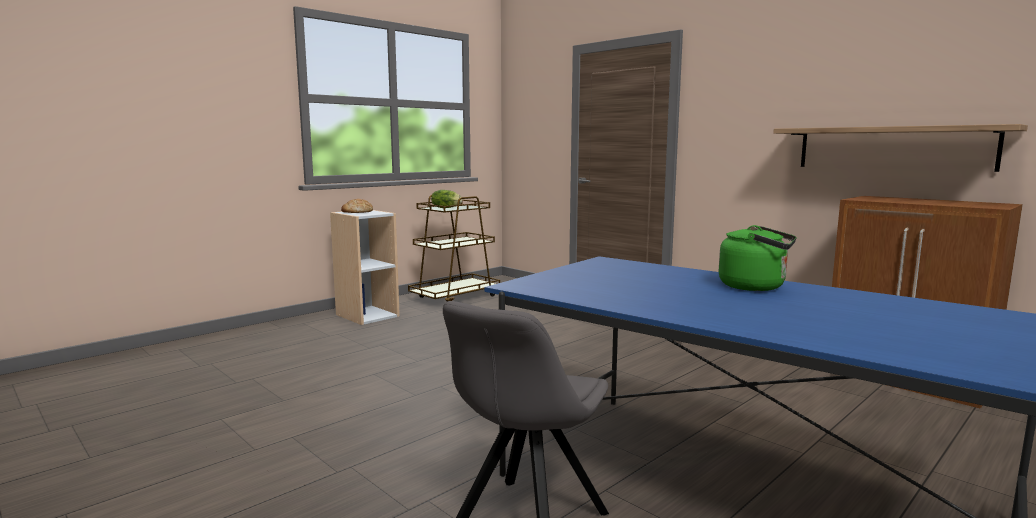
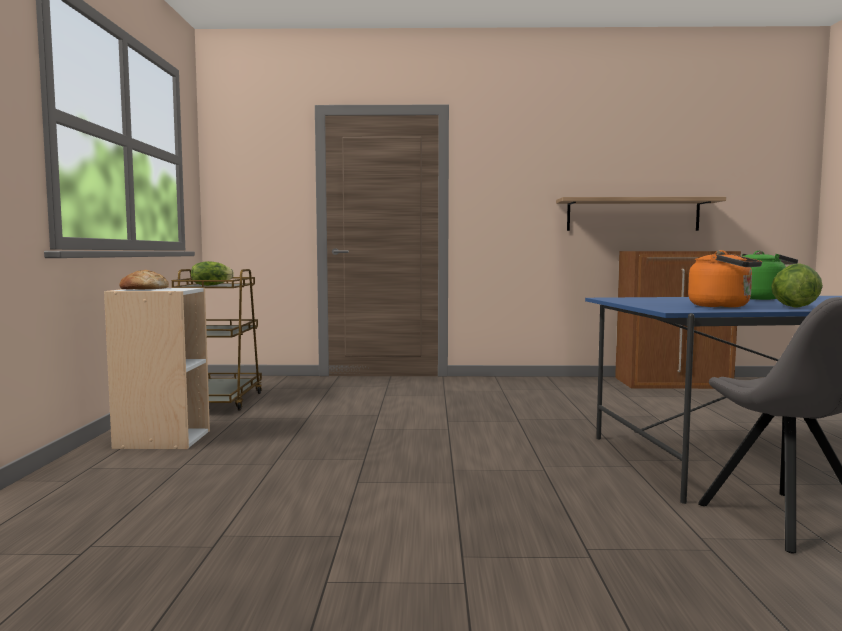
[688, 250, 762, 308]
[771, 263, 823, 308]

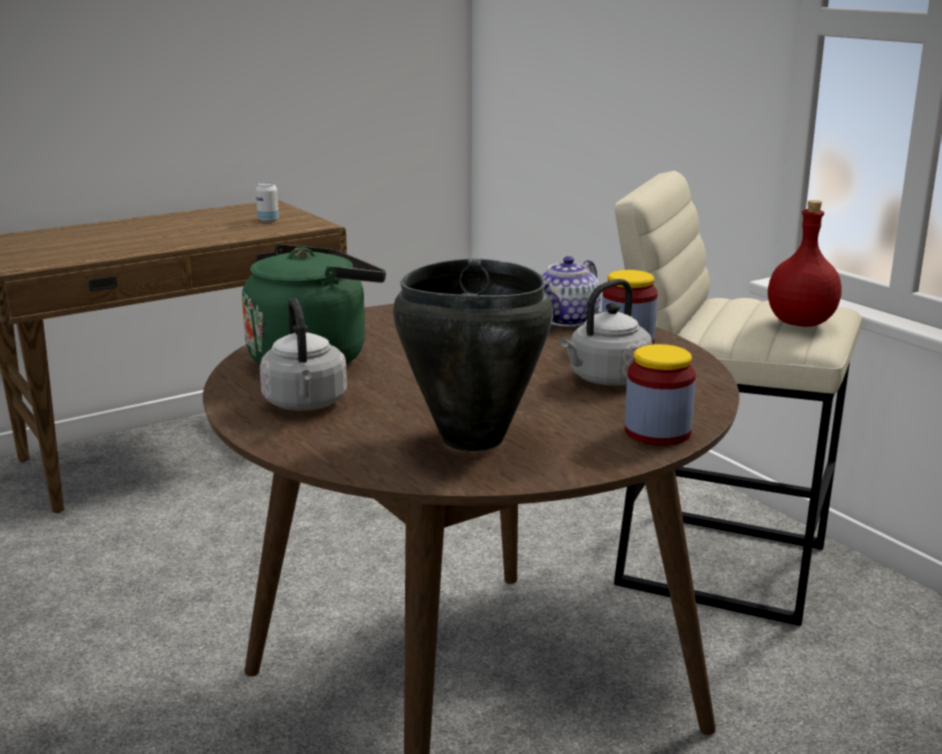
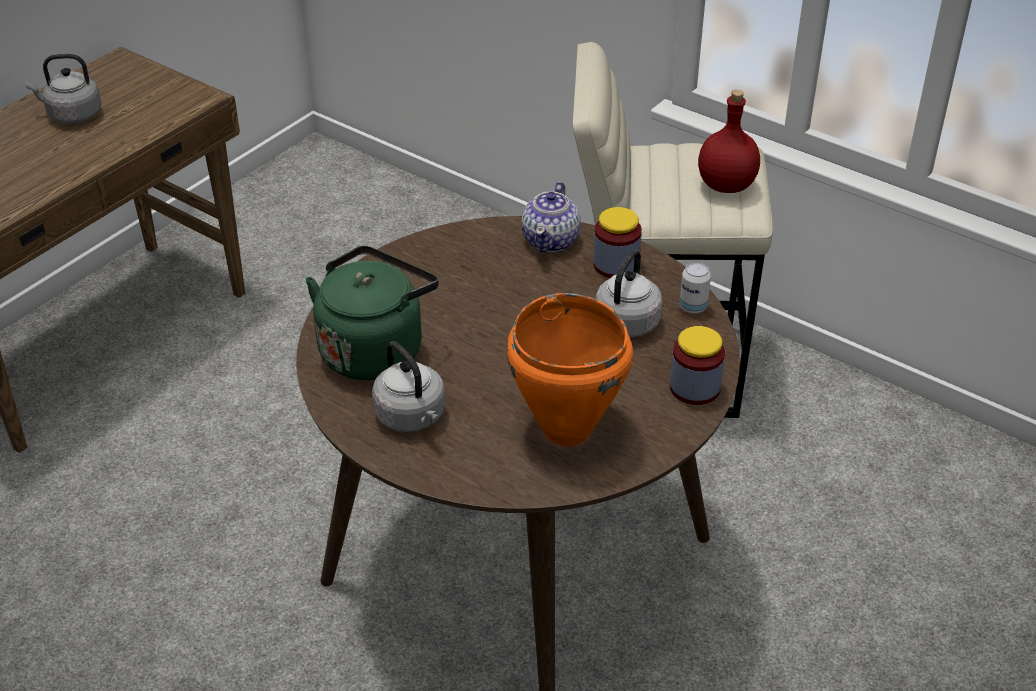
[679, 262, 711, 314]
[507, 293, 633, 446]
[25, 54, 101, 124]

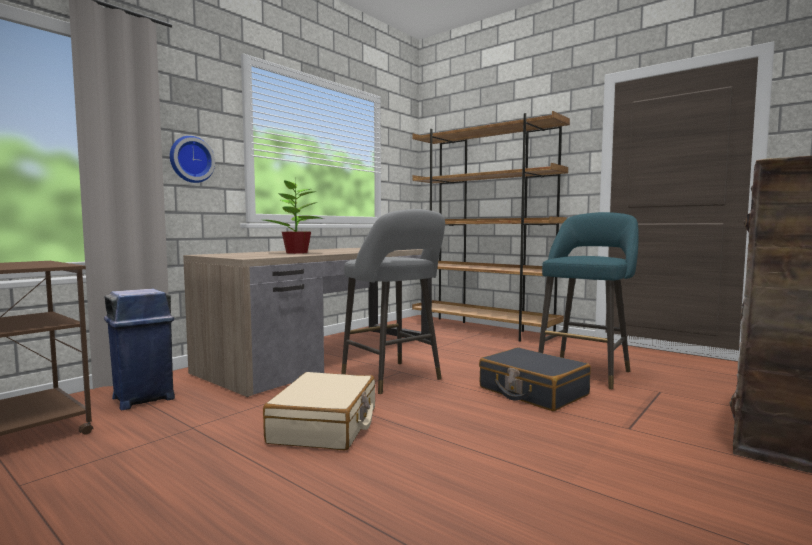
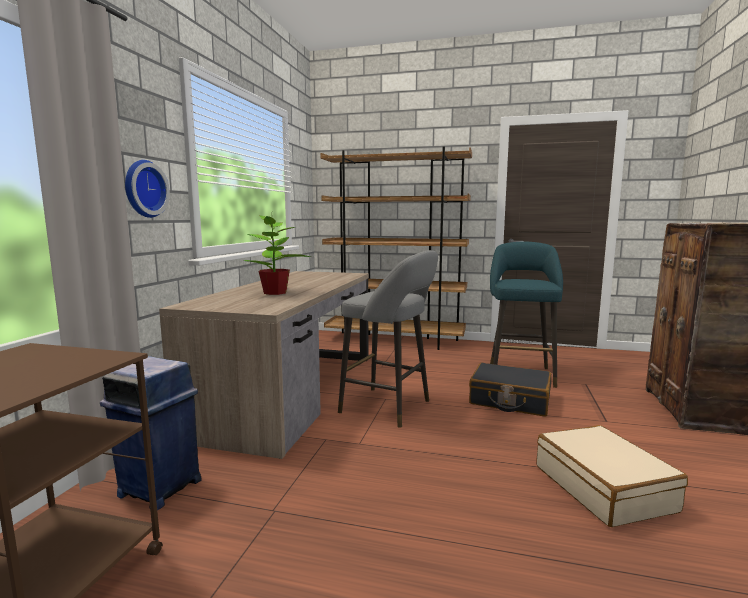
[537, 425, 688, 527]

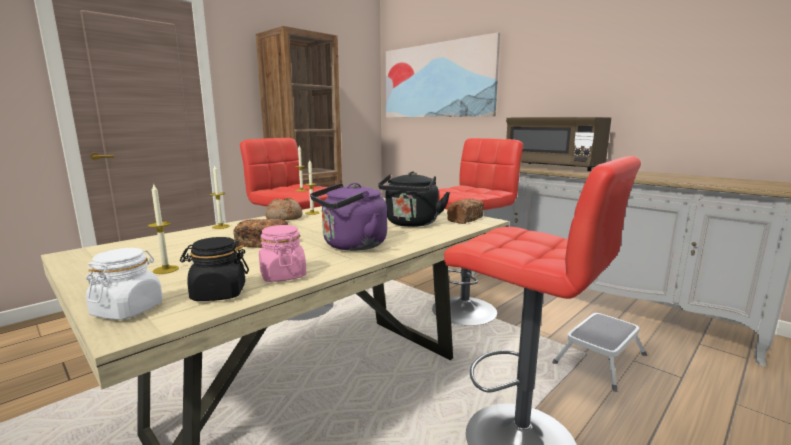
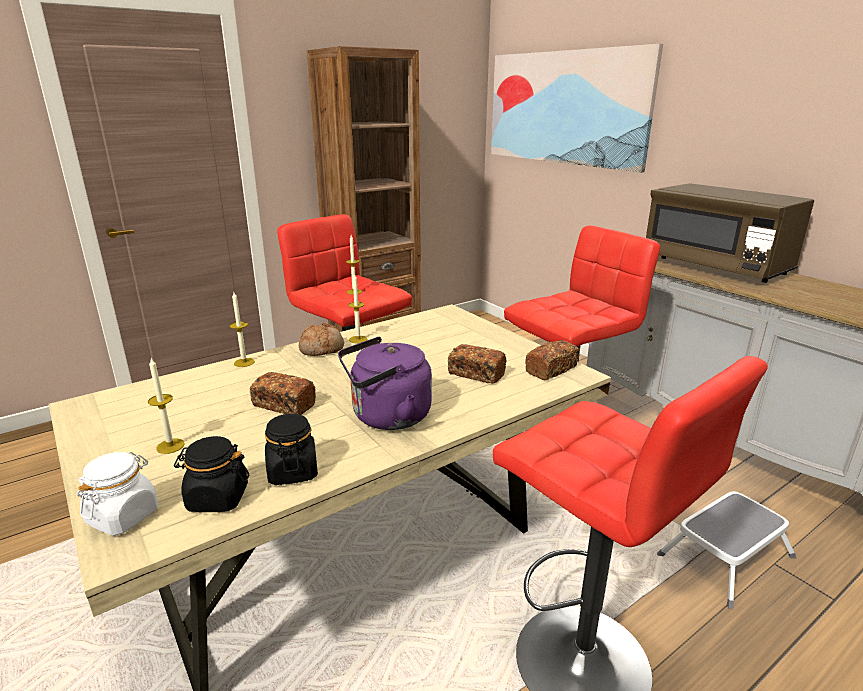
[448, 344, 506, 384]
[265, 413, 318, 485]

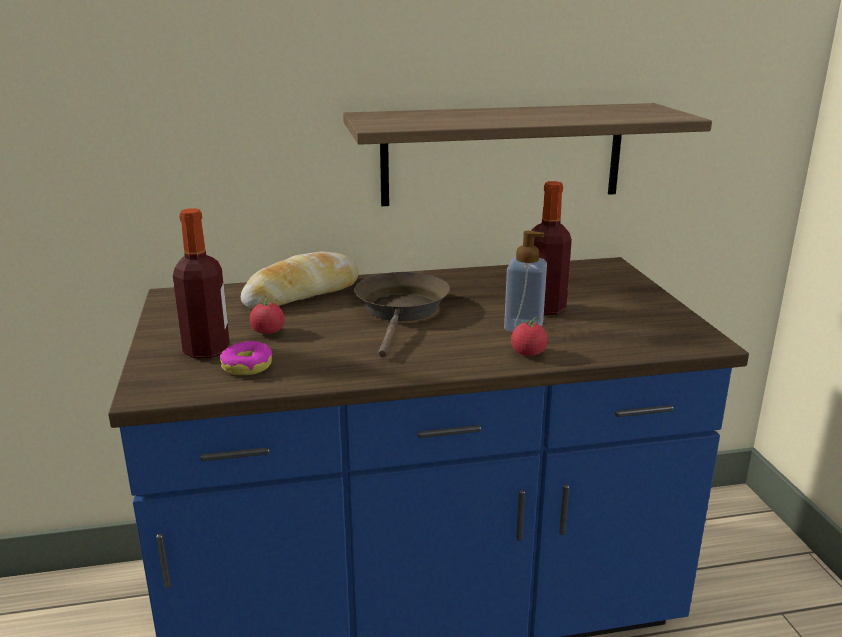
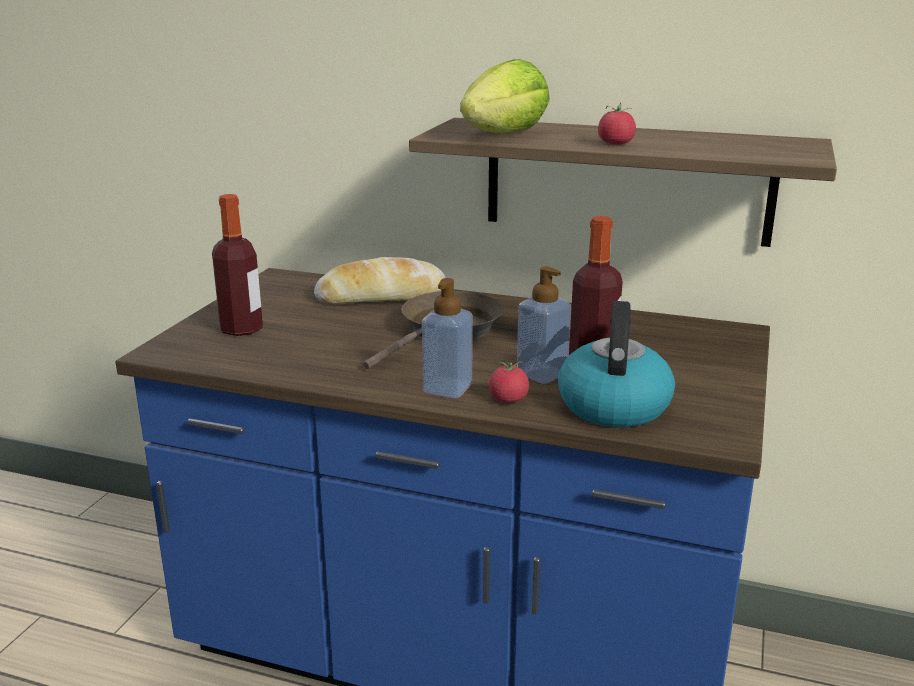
[598, 102, 636, 145]
[220, 341, 272, 375] (first image)
[460, 59, 550, 133]
[422, 278, 473, 398]
[558, 301, 675, 427]

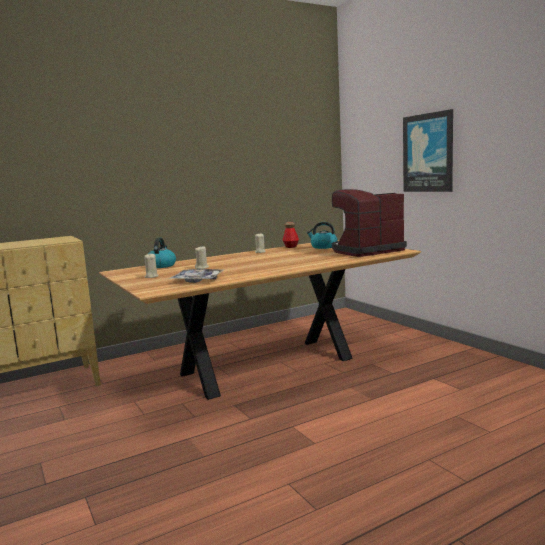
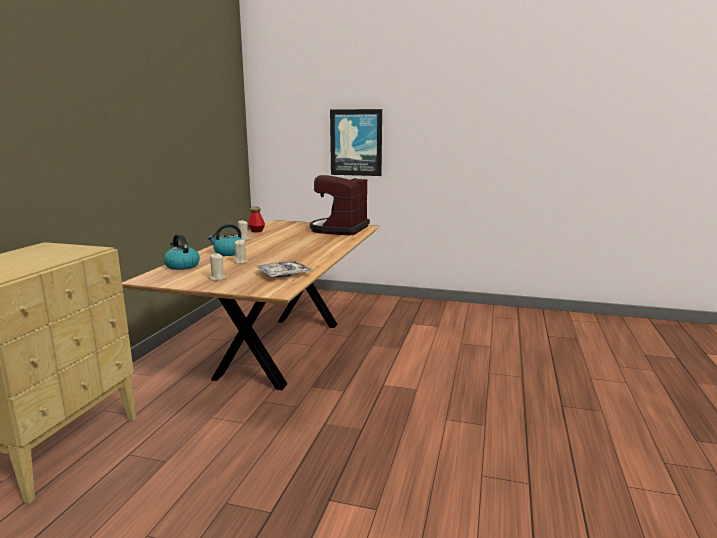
[208, 224, 242, 256]

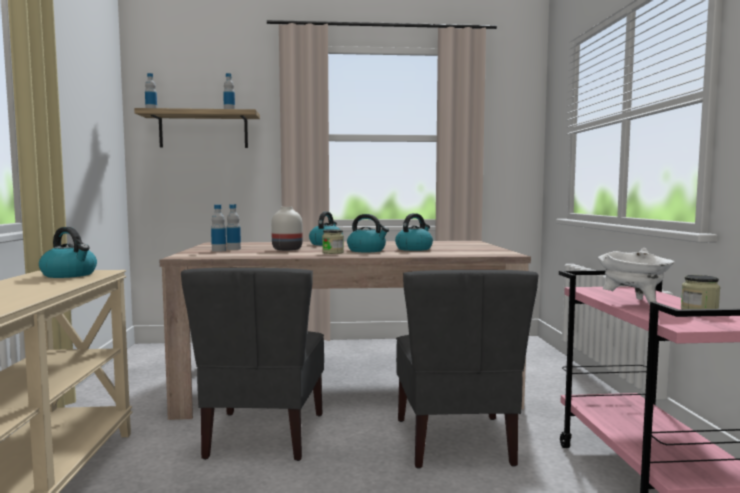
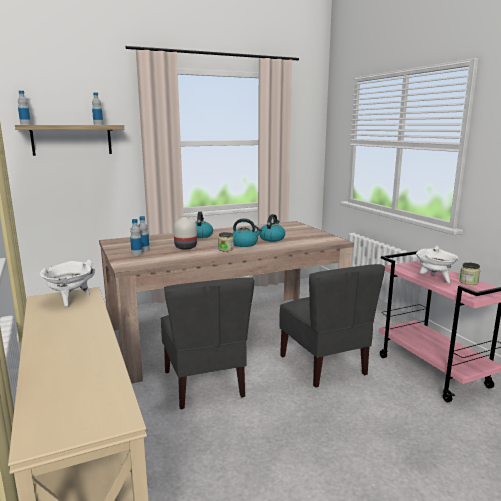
[40, 260, 95, 307]

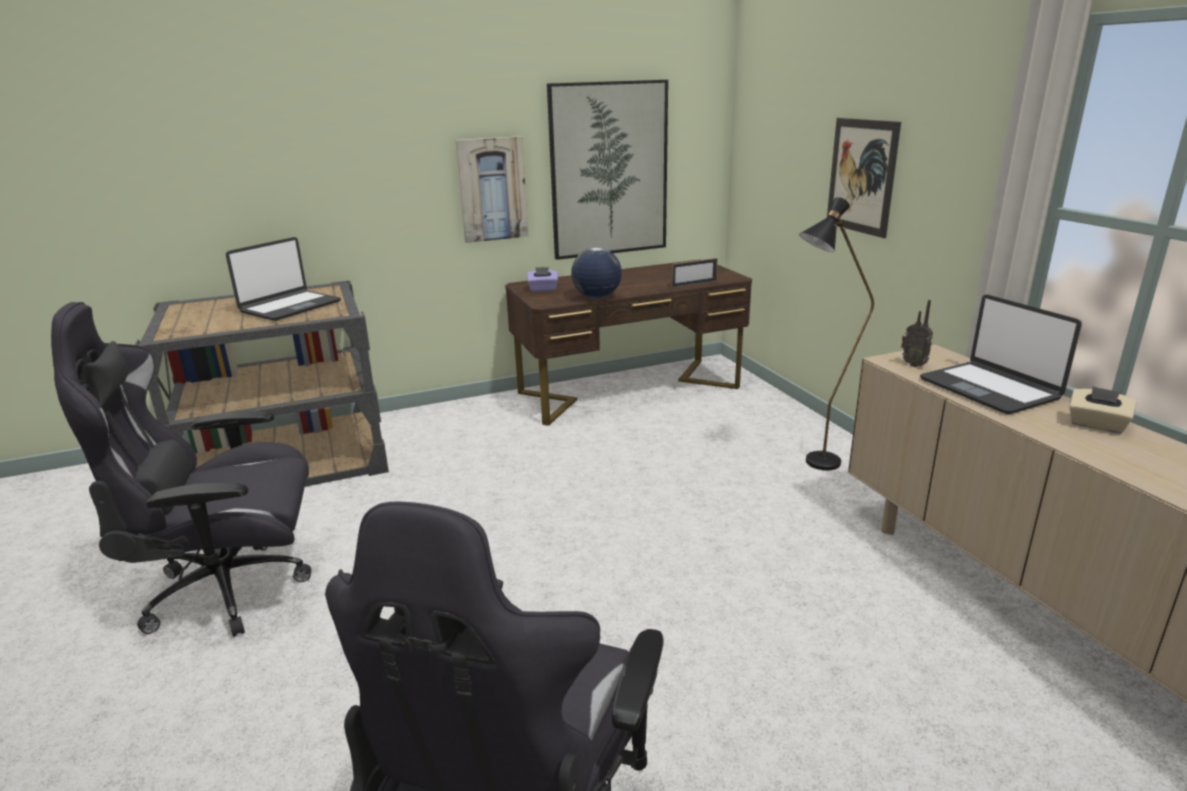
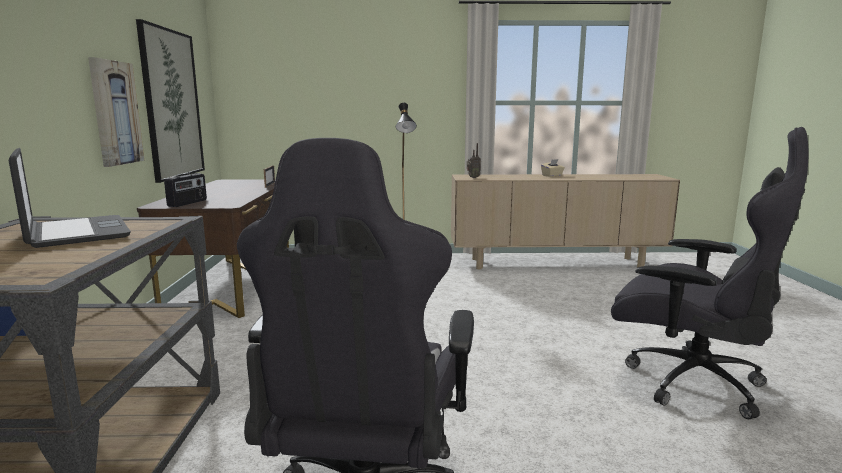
[827, 118, 901, 238] (first image)
[571, 247, 622, 298] (first image)
[164, 173, 207, 207]
[920, 294, 1082, 414] (first image)

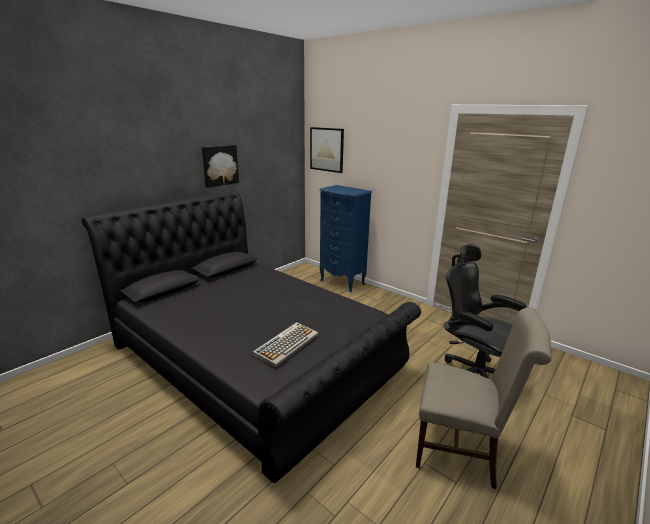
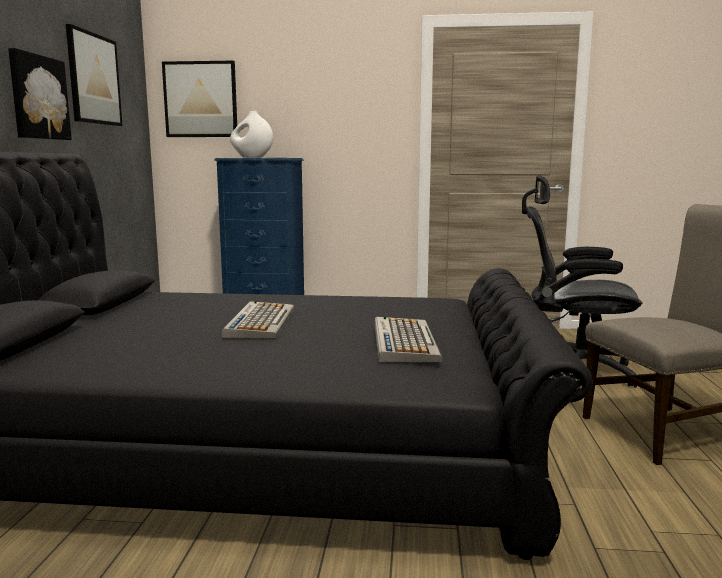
[66, 24, 123, 126]
[230, 111, 273, 158]
[221, 301, 294, 339]

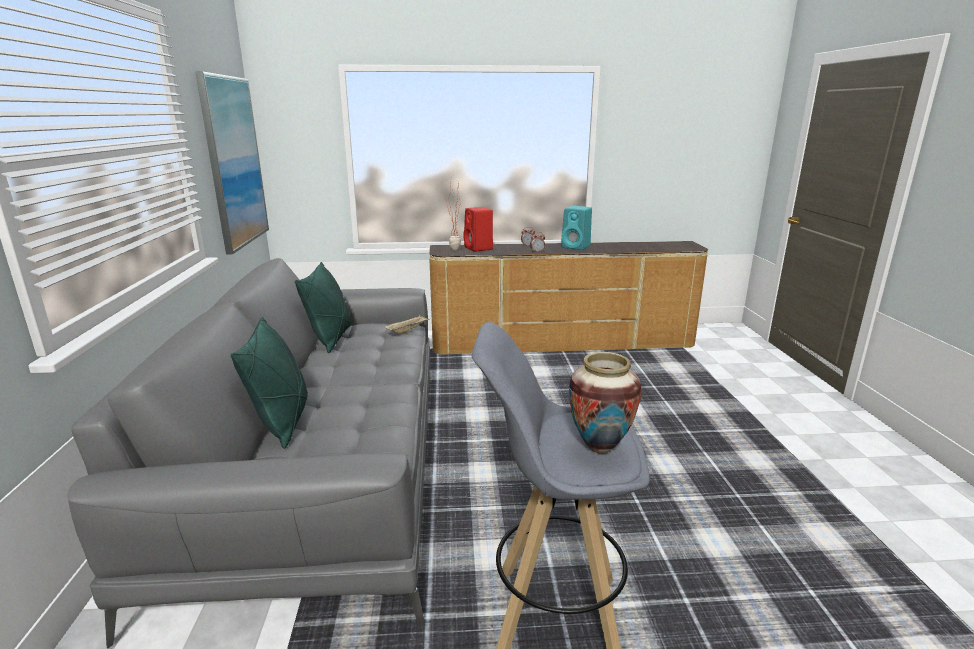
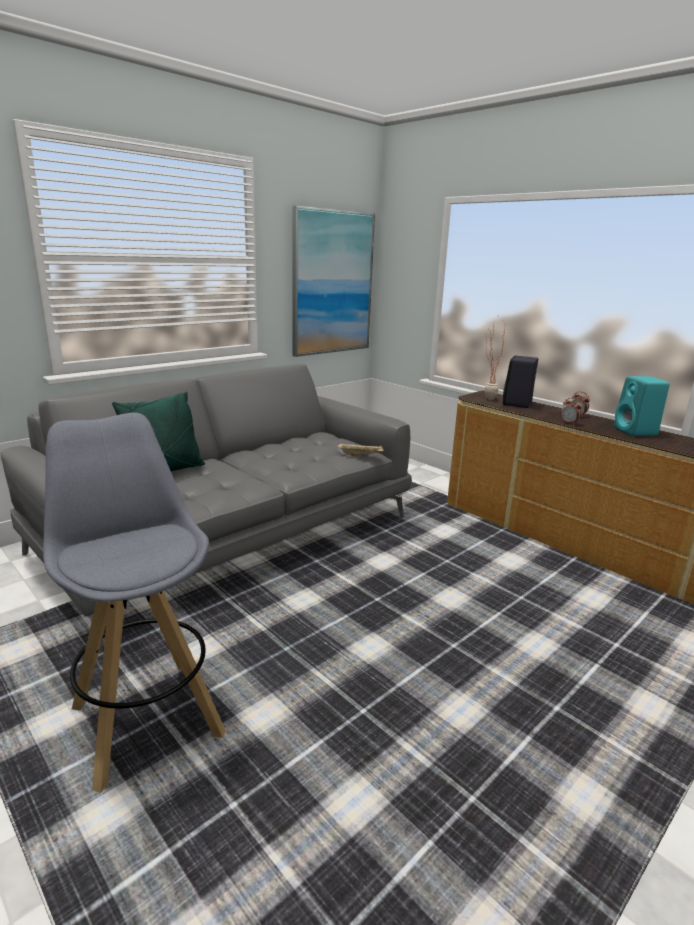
[503, 356, 538, 408]
[295, 262, 352, 353] (first image)
[569, 352, 642, 454] (first image)

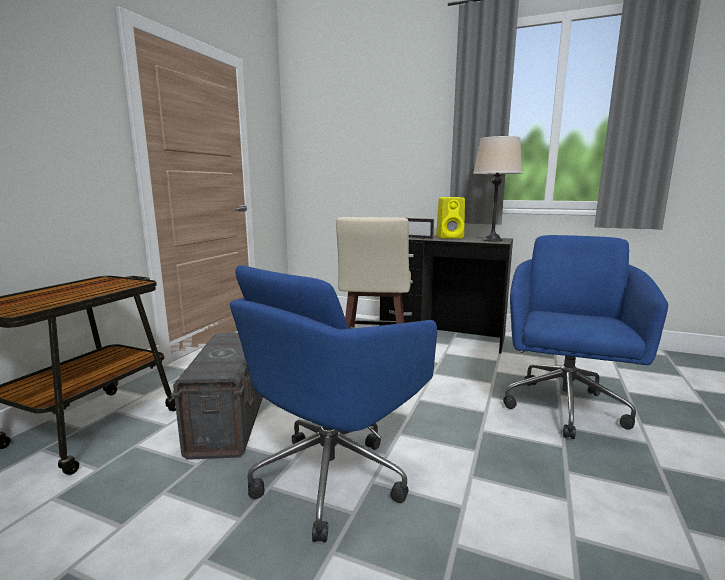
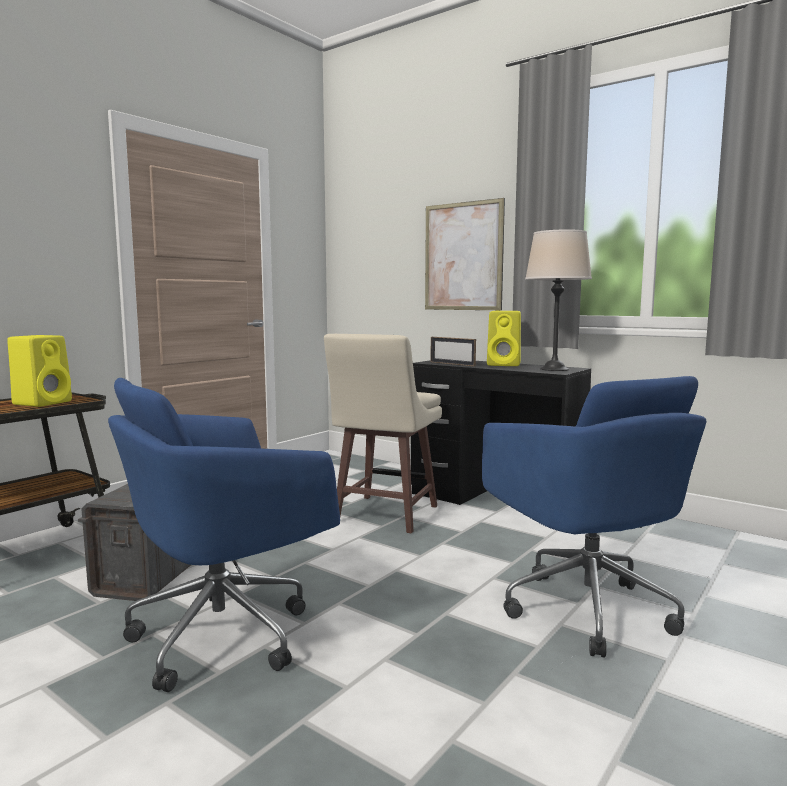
[482, 376, 706, 658]
[425, 198, 505, 310]
[7, 335, 72, 407]

